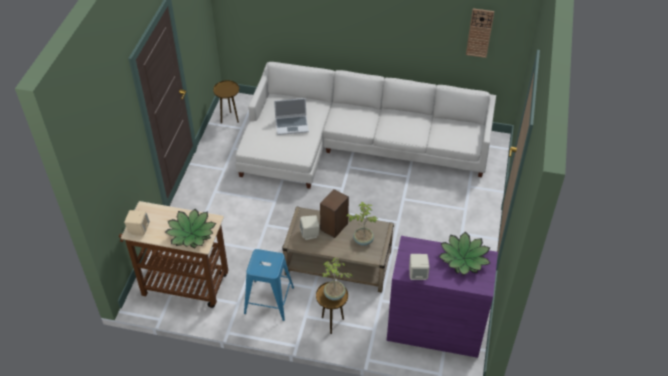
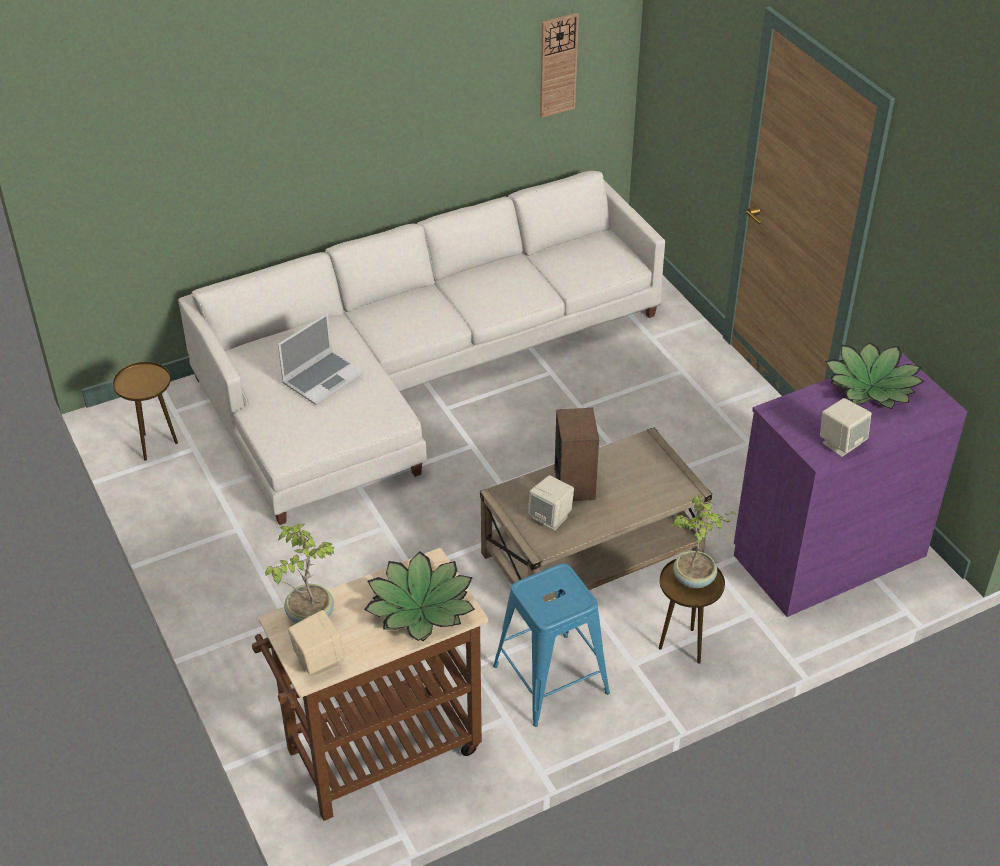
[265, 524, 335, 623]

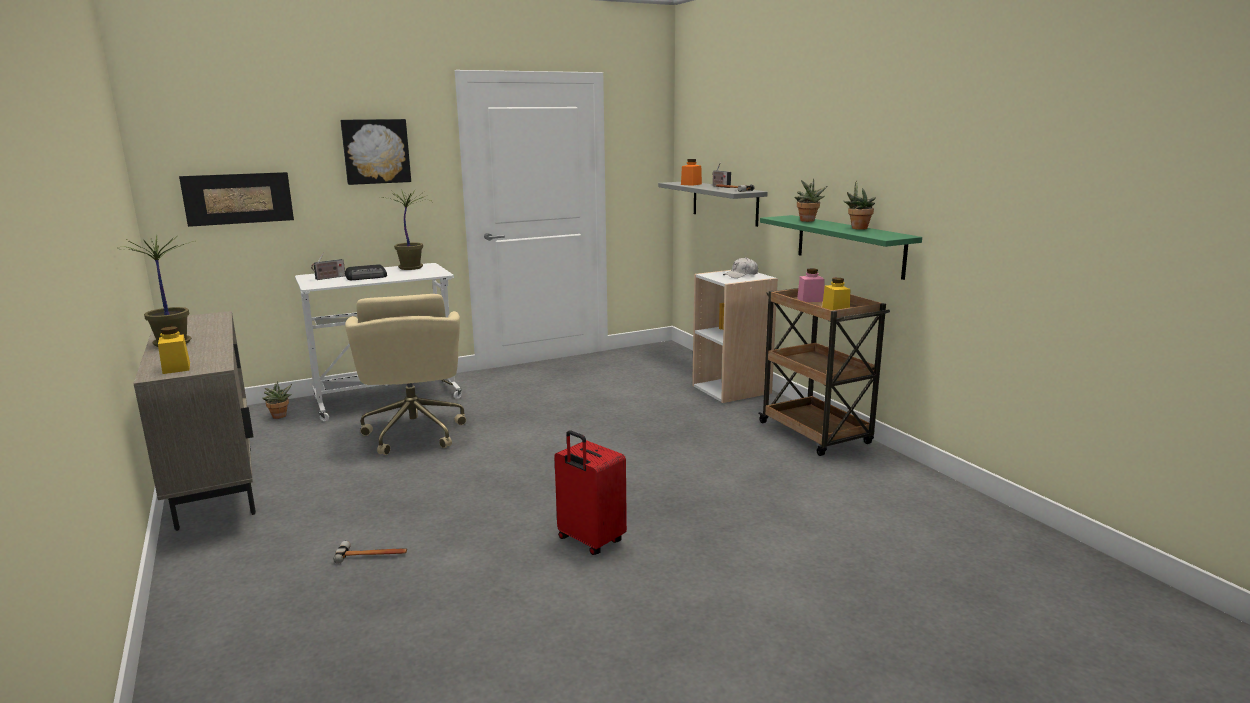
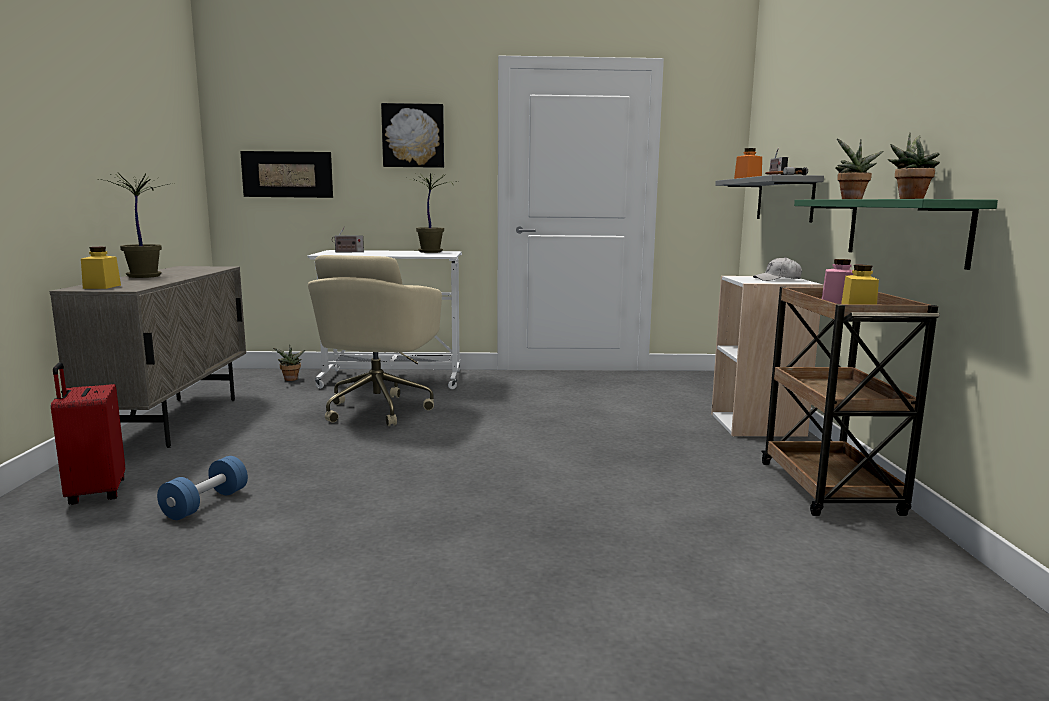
[345, 264, 387, 280] (first image)
[51, 362, 125, 505]
[157, 456, 248, 520]

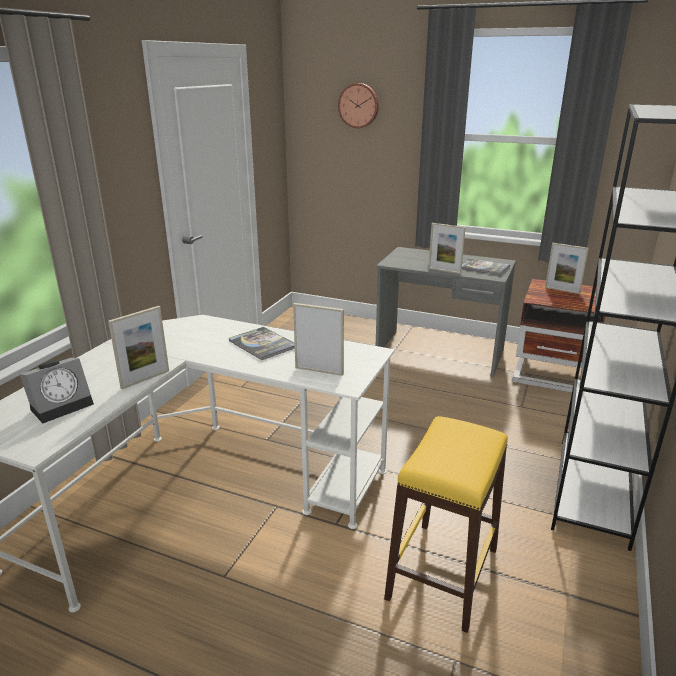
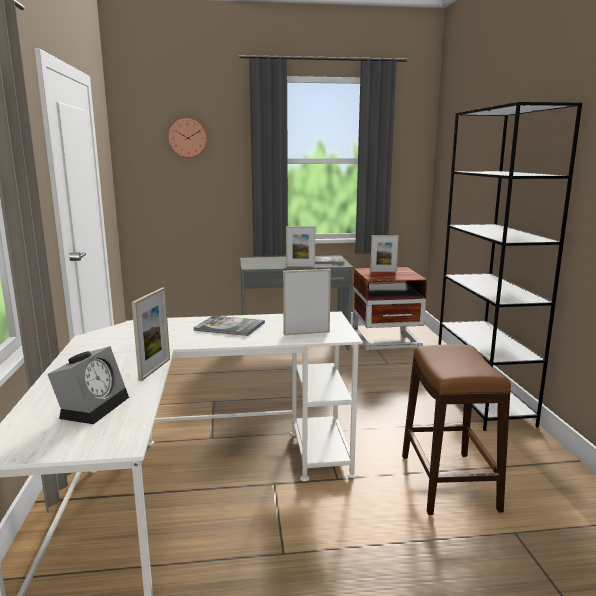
[402, 345, 511, 515]

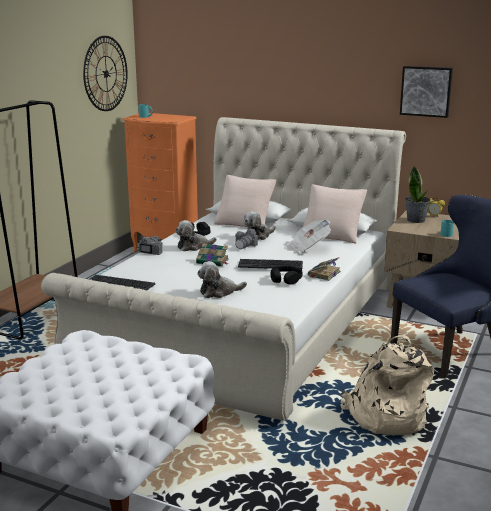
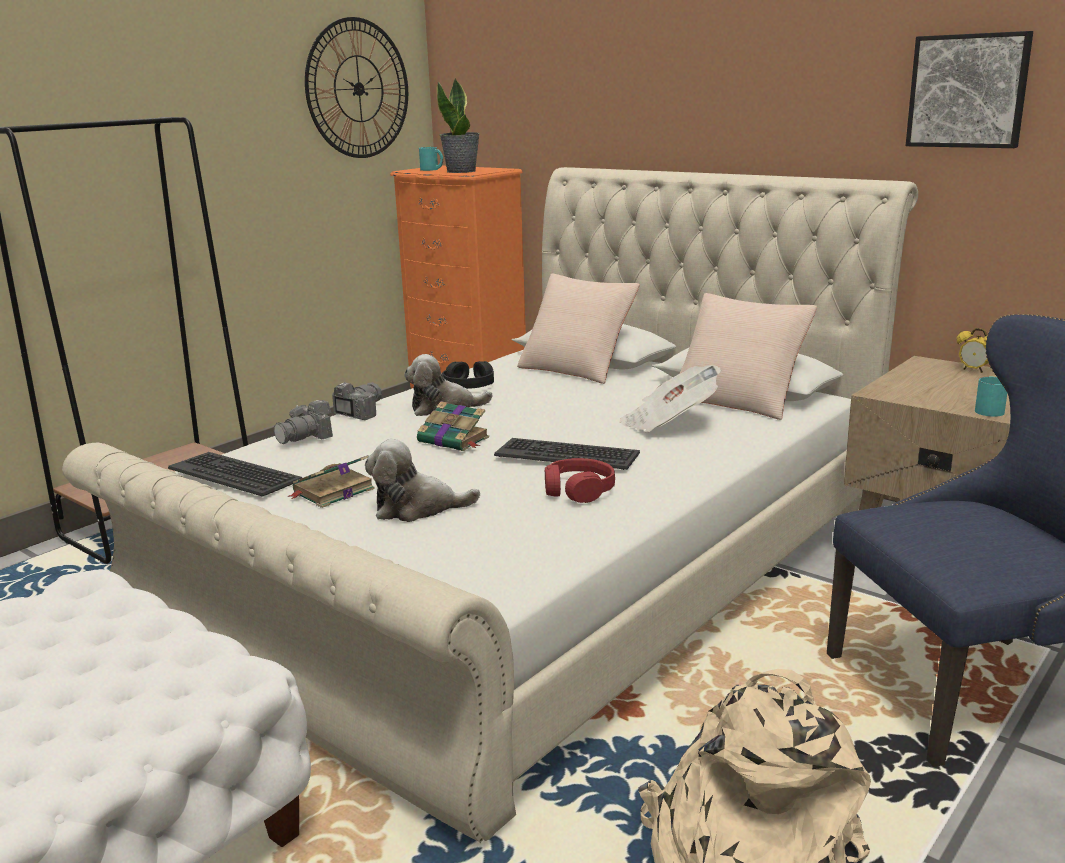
[437, 78, 480, 173]
[243, 211, 276, 240] (first image)
[274, 400, 333, 444]
[287, 455, 375, 508]
[545, 458, 615, 503]

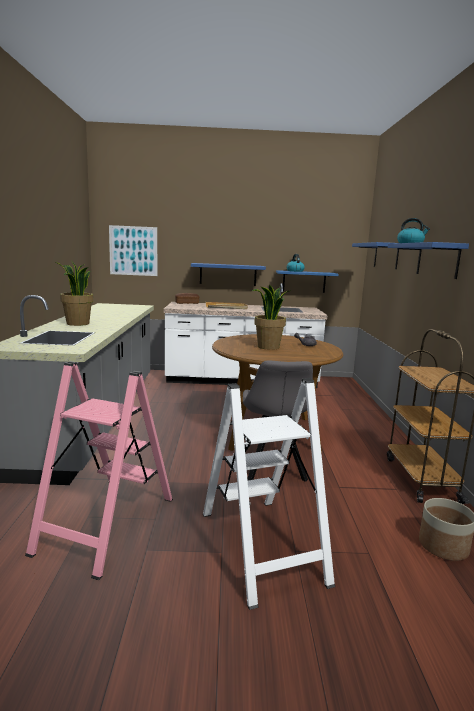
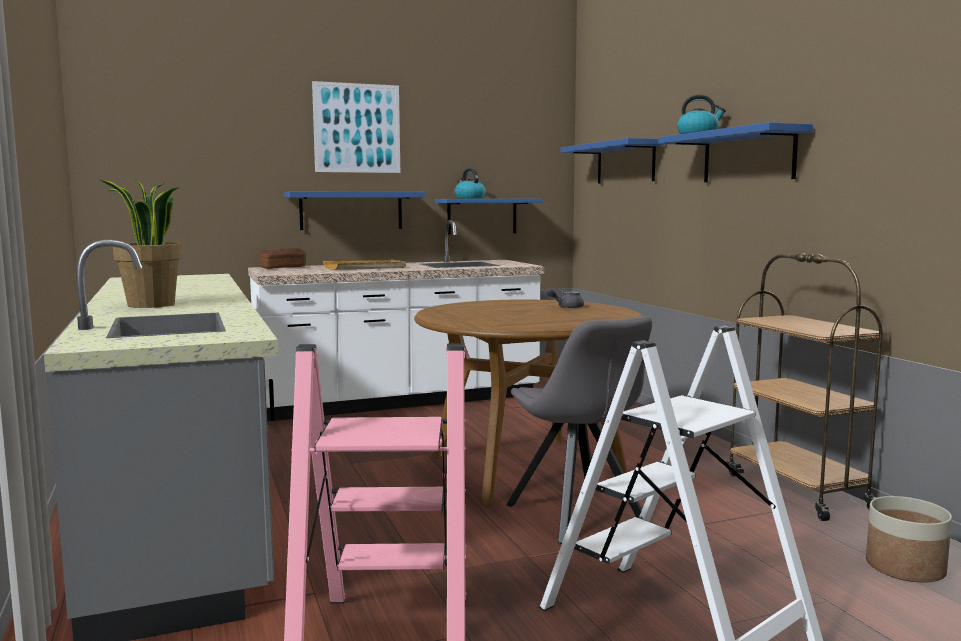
[312, 81, 400, 173]
[252, 284, 291, 350] (first image)

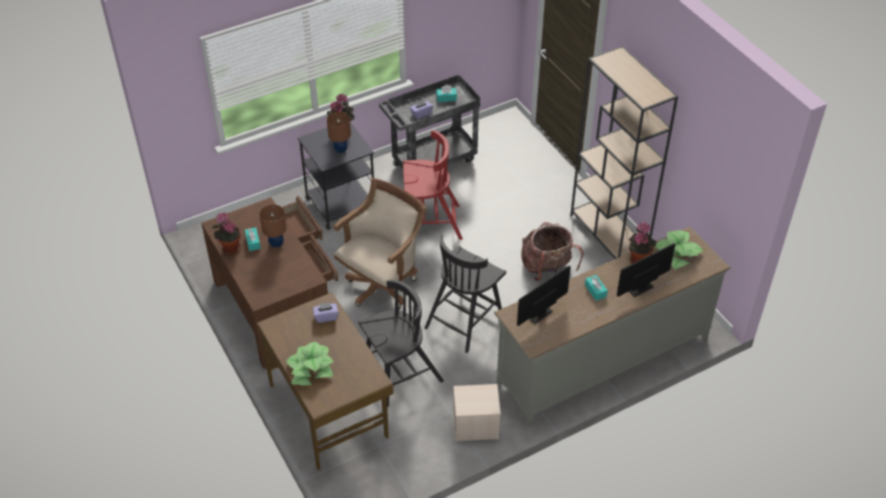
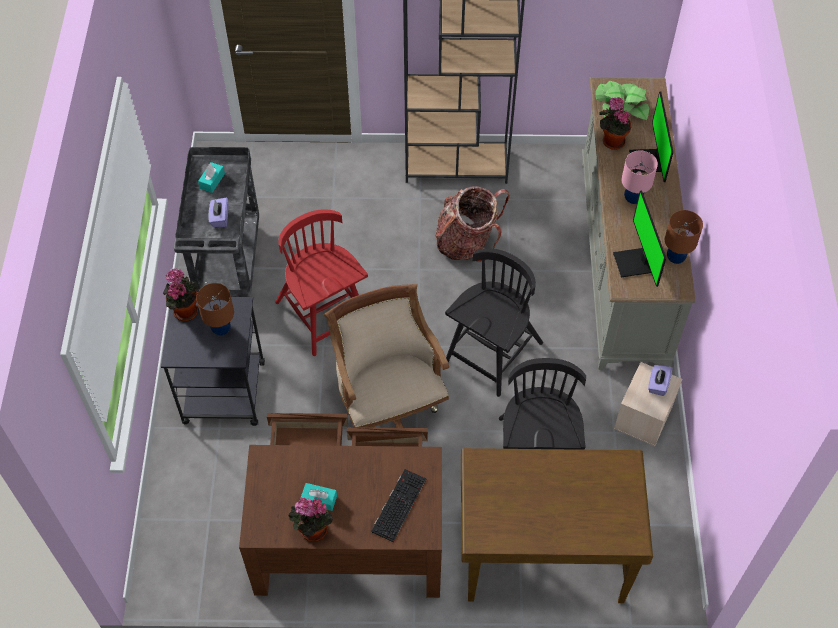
[275, 209, 368, 356]
[665, 210, 703, 264]
[445, 249, 543, 397]
[621, 150, 658, 204]
[648, 365, 672, 396]
[286, 342, 334, 385] (first image)
[371, 469, 426, 542]

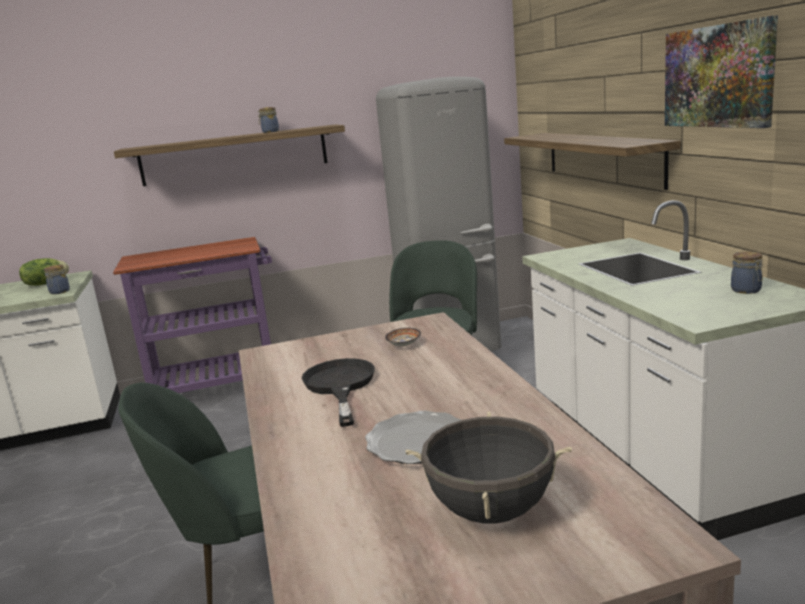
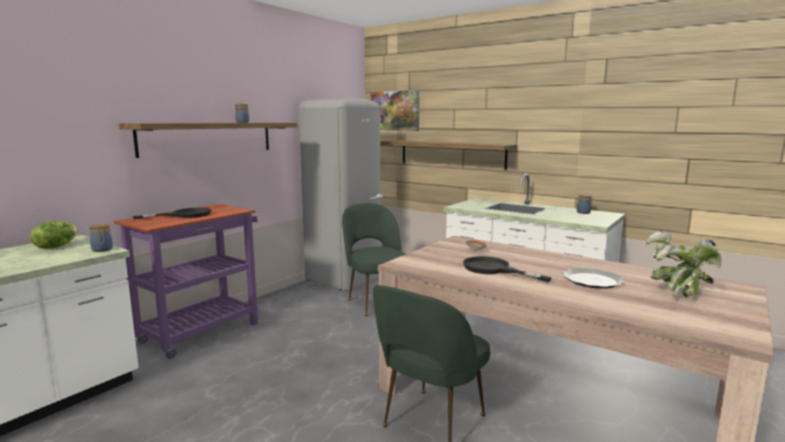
[370, 90, 419, 131]
[646, 232, 722, 297]
[133, 208, 211, 219]

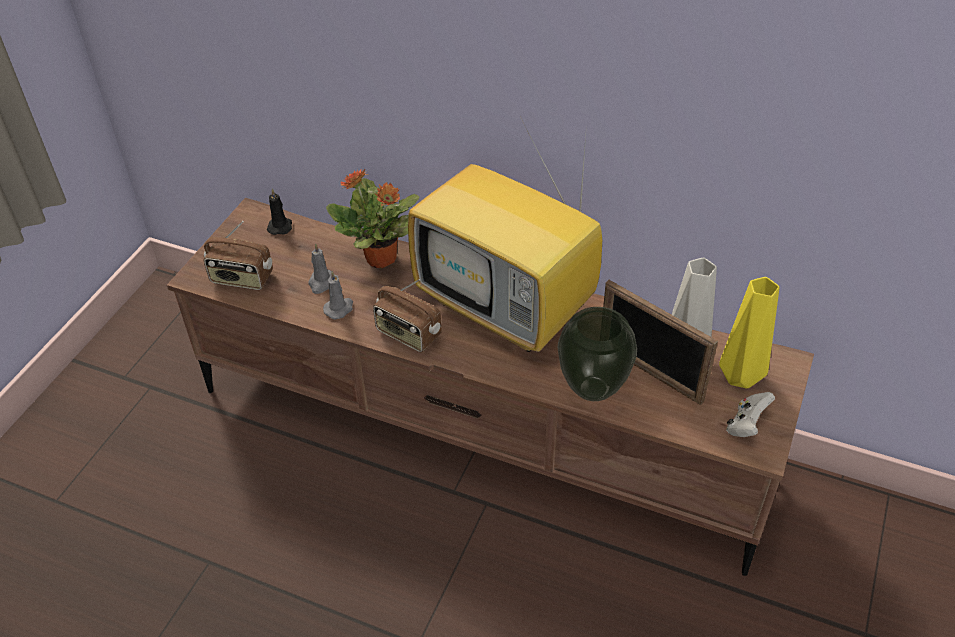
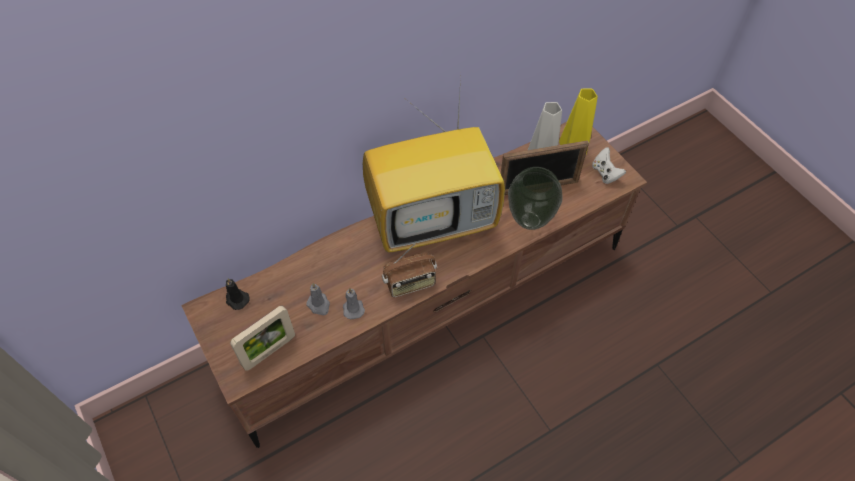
[326, 169, 420, 268] (first image)
[230, 306, 295, 371]

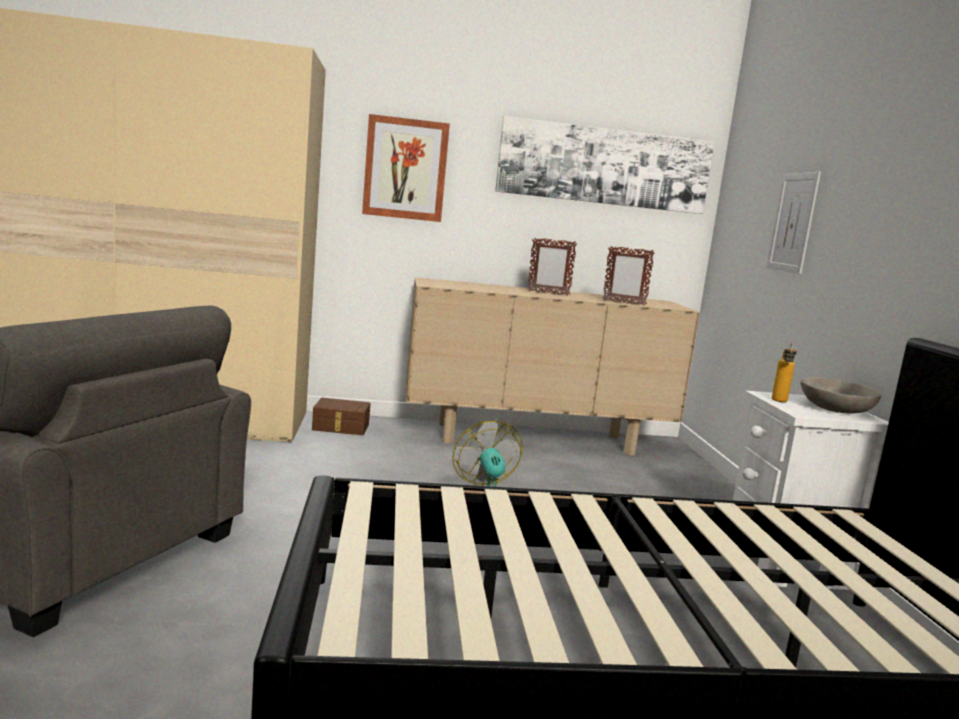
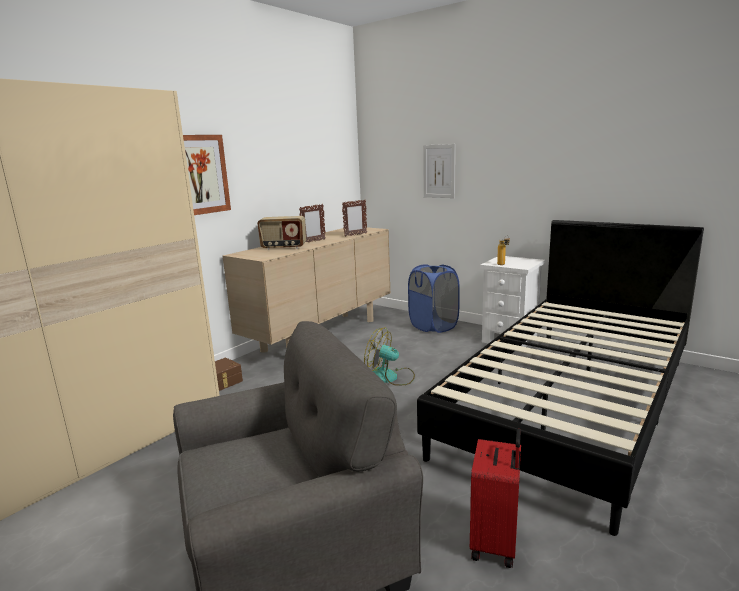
[495, 116, 714, 214] (first image)
[800, 377, 882, 414] (first image)
[257, 216, 306, 250]
[408, 264, 460, 333]
[470, 428, 521, 568]

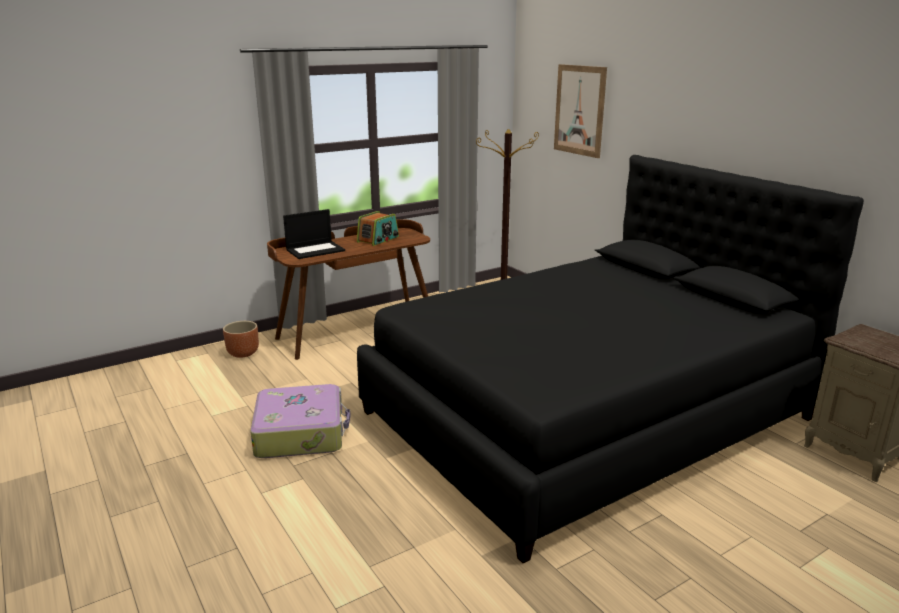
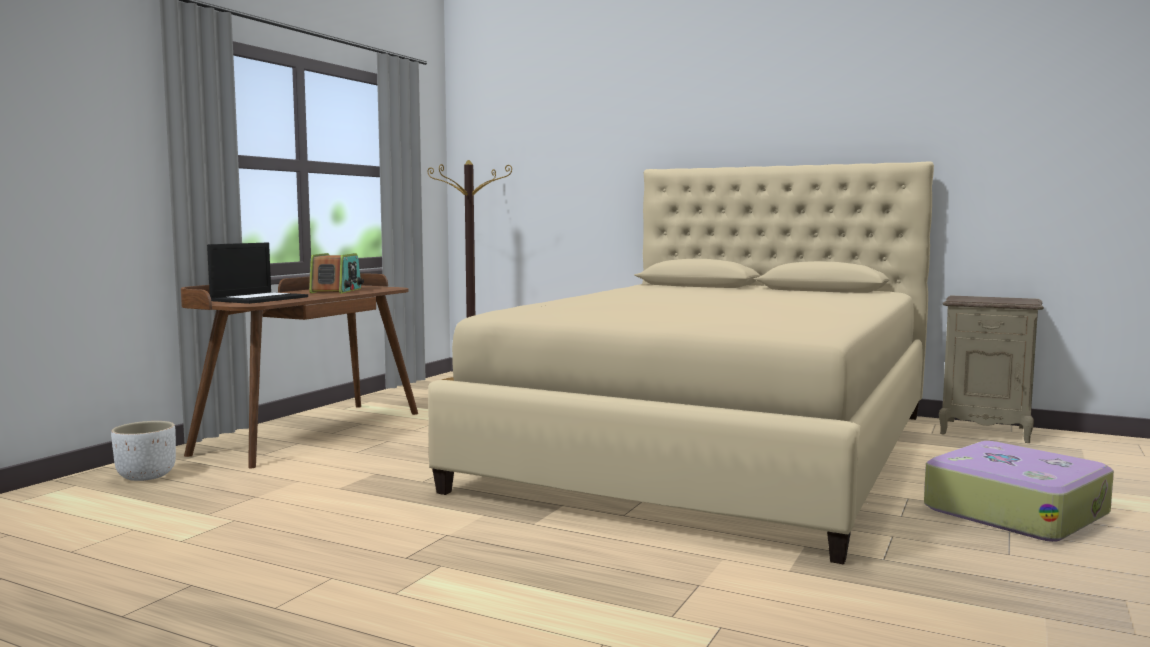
[554, 64, 607, 158] (first image)
[428, 162, 934, 565]
[111, 421, 176, 481]
[924, 441, 1114, 542]

